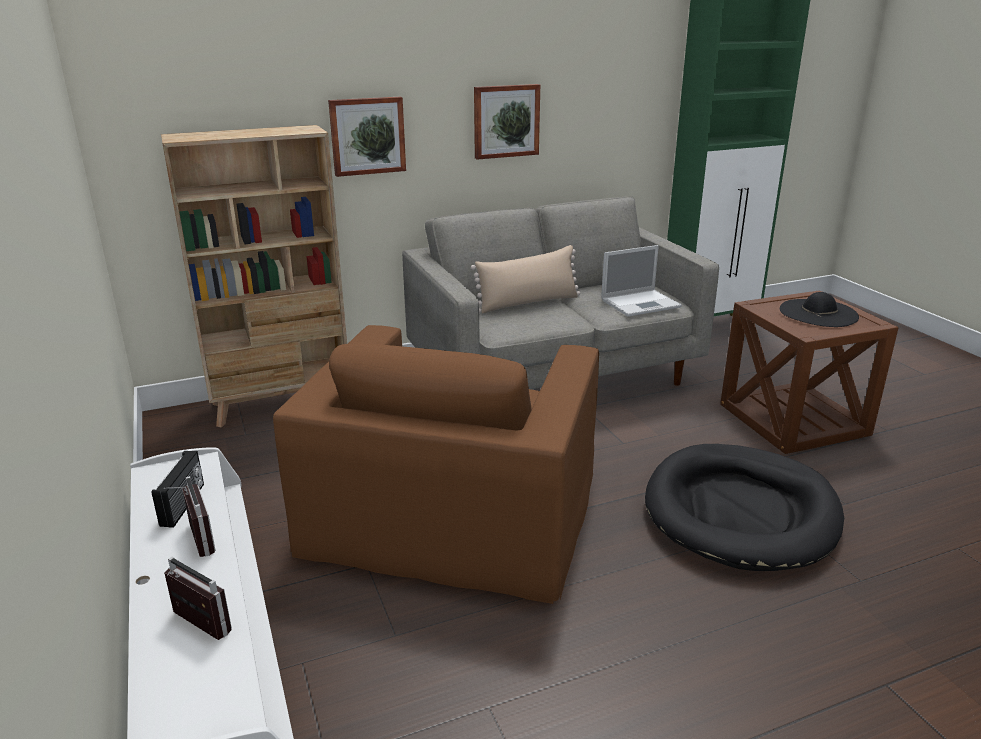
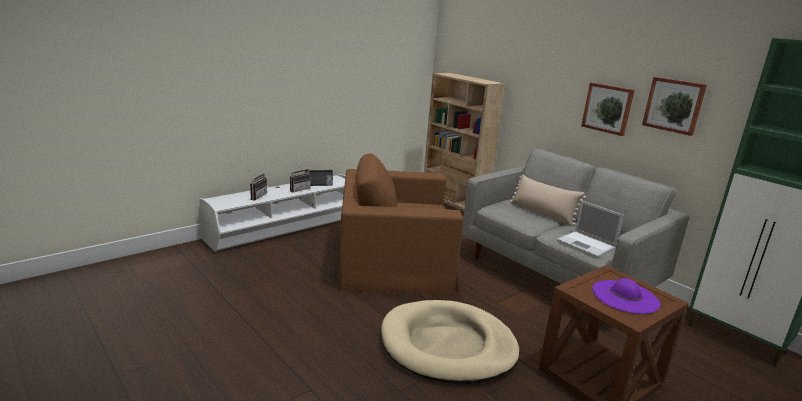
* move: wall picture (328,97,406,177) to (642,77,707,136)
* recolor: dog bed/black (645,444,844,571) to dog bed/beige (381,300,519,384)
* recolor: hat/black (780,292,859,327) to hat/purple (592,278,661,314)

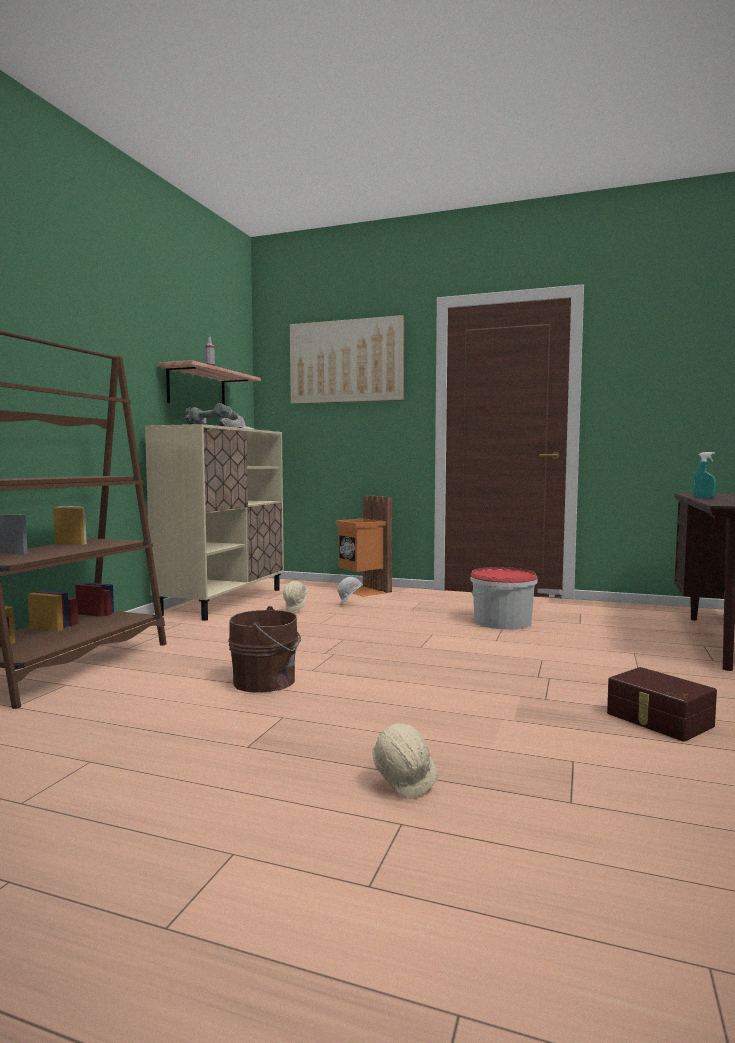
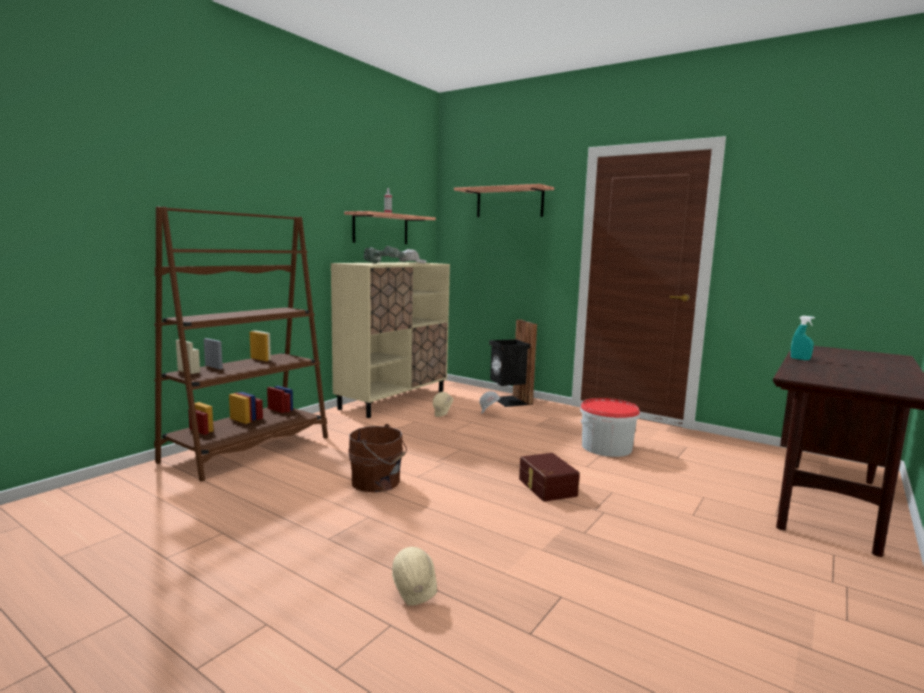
* replace: wall picture (290,315,404,404) to bracket shelf (454,184,554,217)
* recolor: rubbish bin/orange (336,495,392,597) to rubbish bin/black (489,319,537,407)
* move: storage bin/brown-coloured (607,667,717,742) to (519,453,580,502)

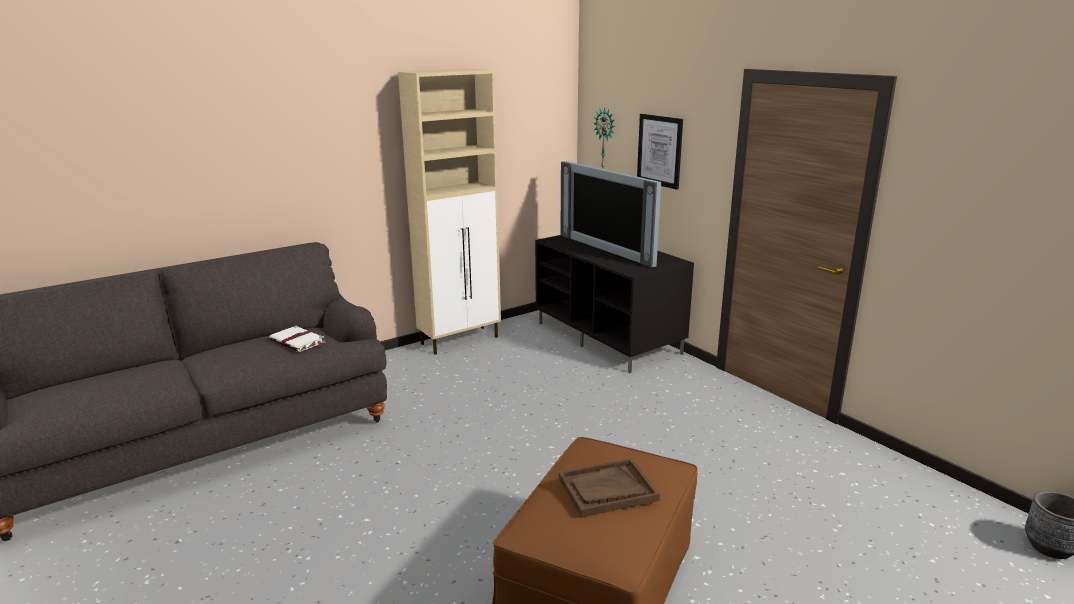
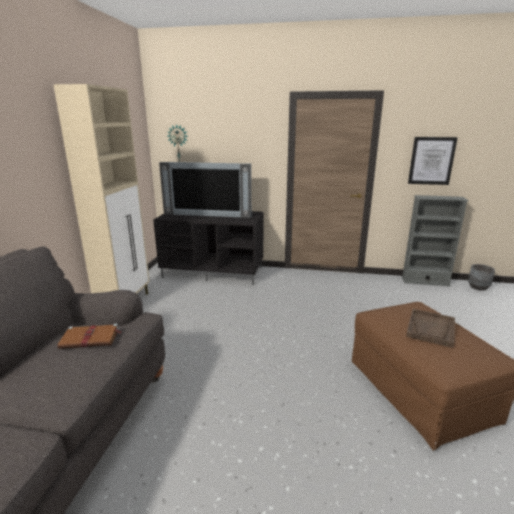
* recolor: volume/whitish (269,325,326,352) to volume/brown-coloured (57,324,122,349)
* move: wall picture (637,114,683,190) to (408,137,458,185)
* insert: bookshelf/grey (402,195,469,286)

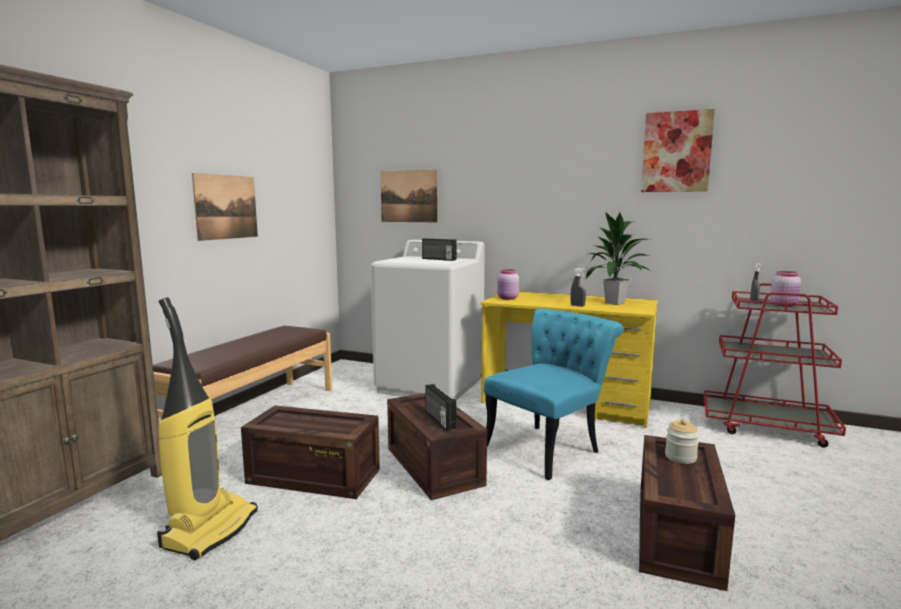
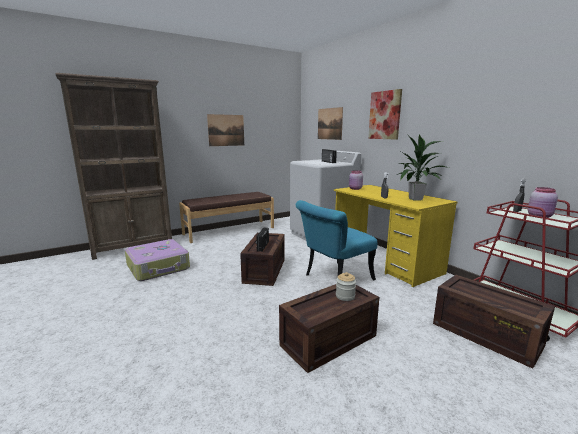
* replace: hoover (157,297,258,560) to suitcase (125,239,190,281)
* move: crate (241,406,380,499) to (433,275,555,369)
* rotate: upright chair/turquoise-coloured (484,308,624,480) = (296,200,377,280) 150 degrees clockwise
* move: wall picture (641,109,715,192) to (368,89,402,140)

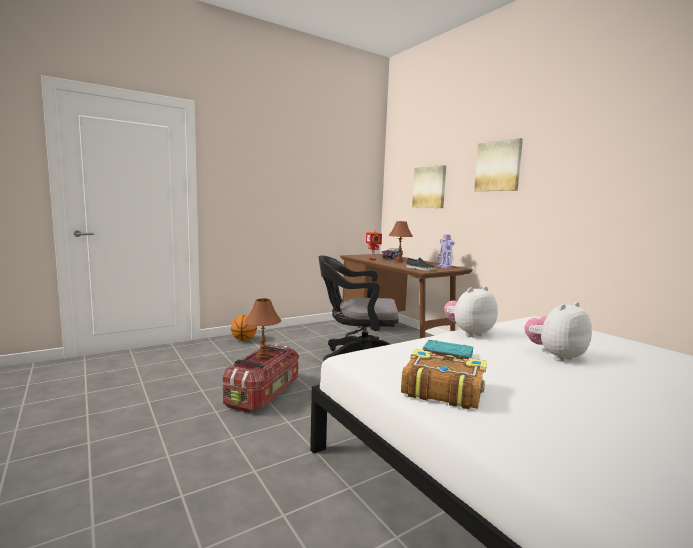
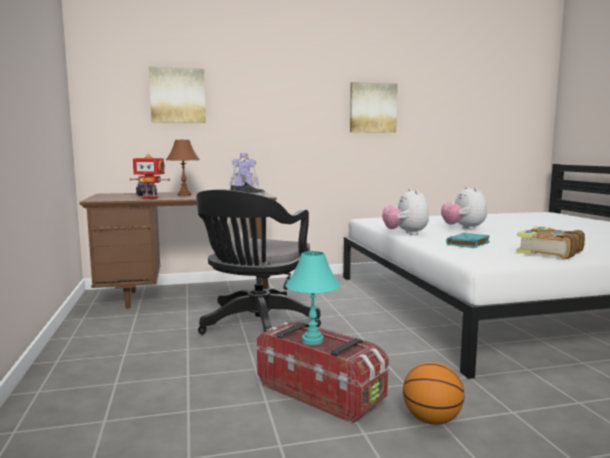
* move: basketball (231,315,257,341) to (403,362,464,425)
* recolor: tabletop lamp/brown-coloured (245,298,281,360) to tabletop lamp/turquoise-coloured (285,251,340,345)
* move: wall picture (474,138,523,191) to (350,82,398,133)

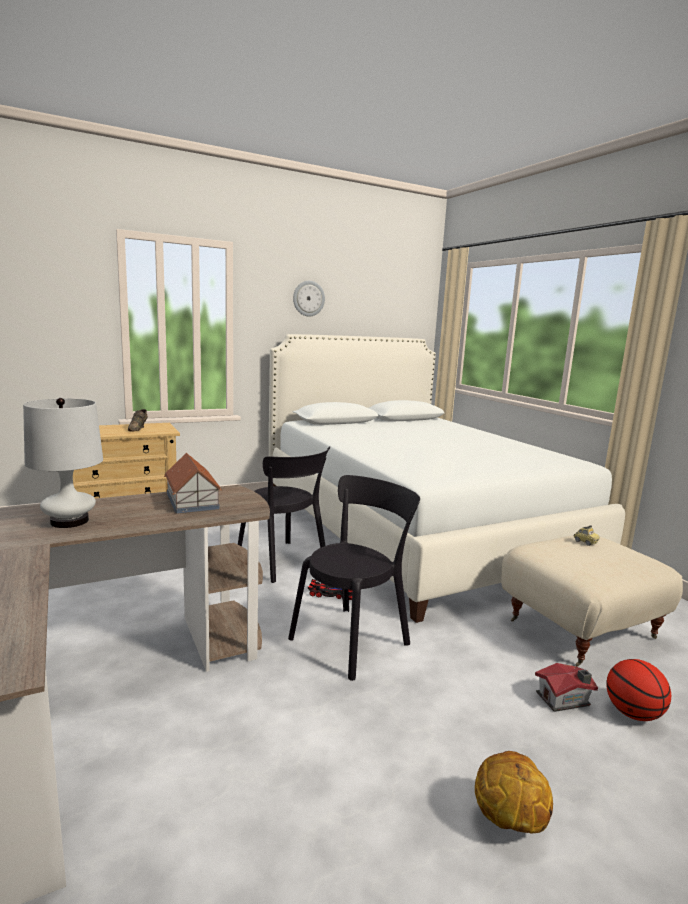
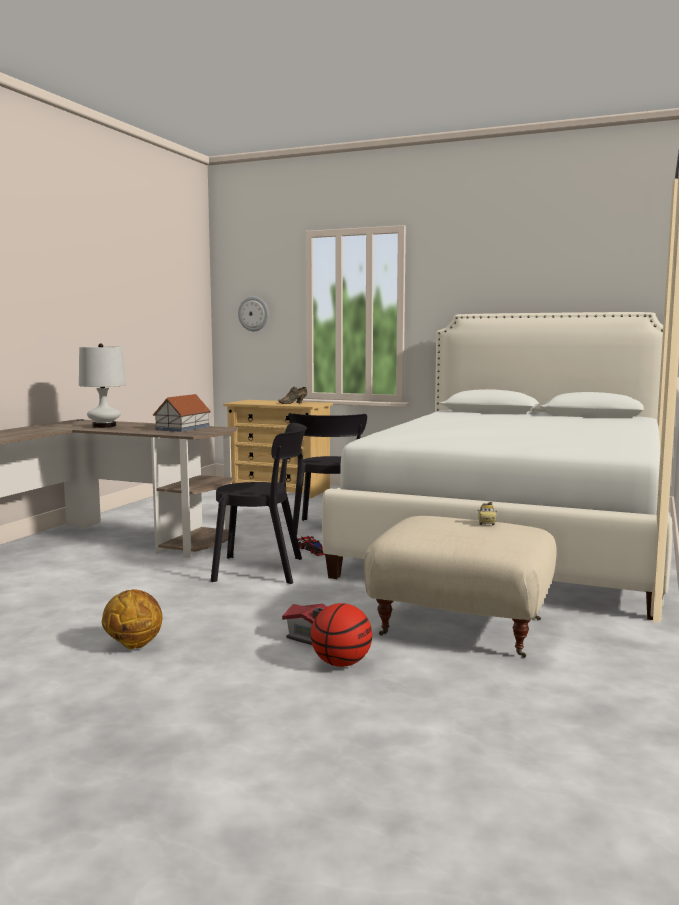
* move: wall clock (293,281,325,317) to (238,296,269,331)

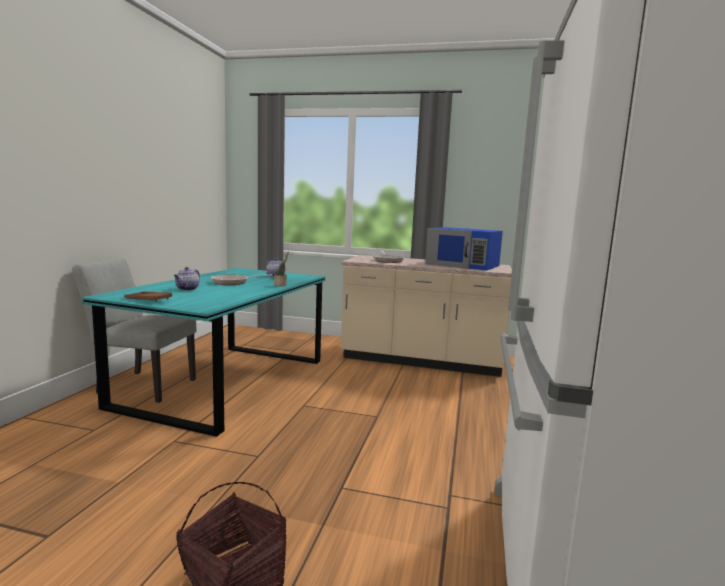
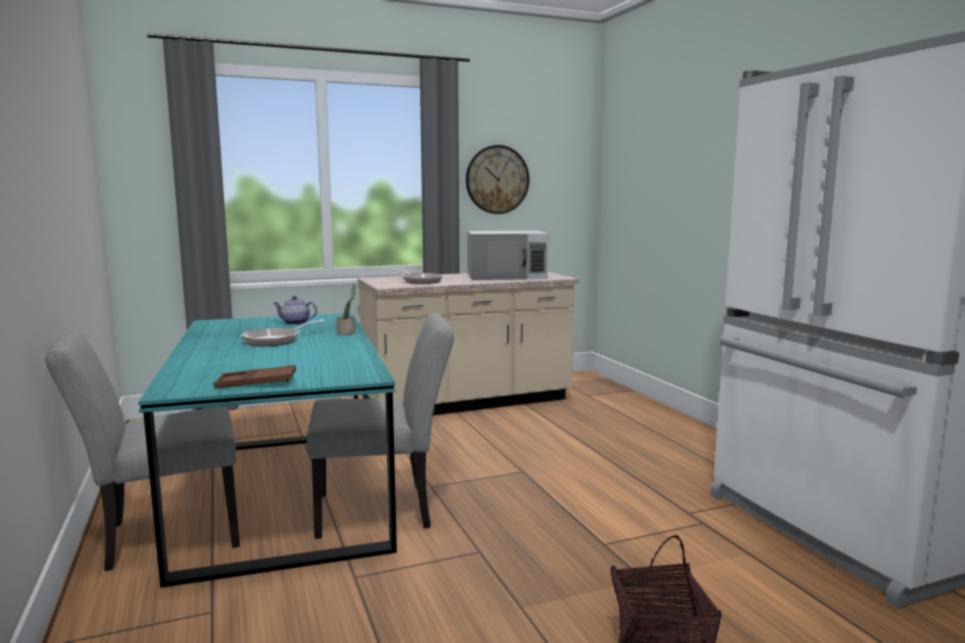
* delete: teapot (174,267,200,291)
* recolor: microwave oven/bluish (425,227,503,271) to microwave oven/whitish (467,231,549,280)
* insert: upright chair/grey (307,312,454,539)
* insert: wall clock (466,145,529,214)

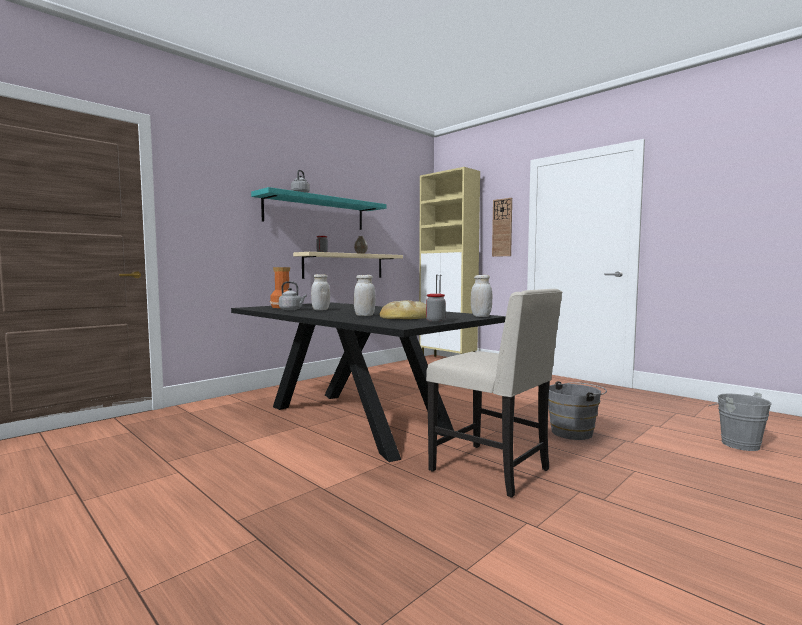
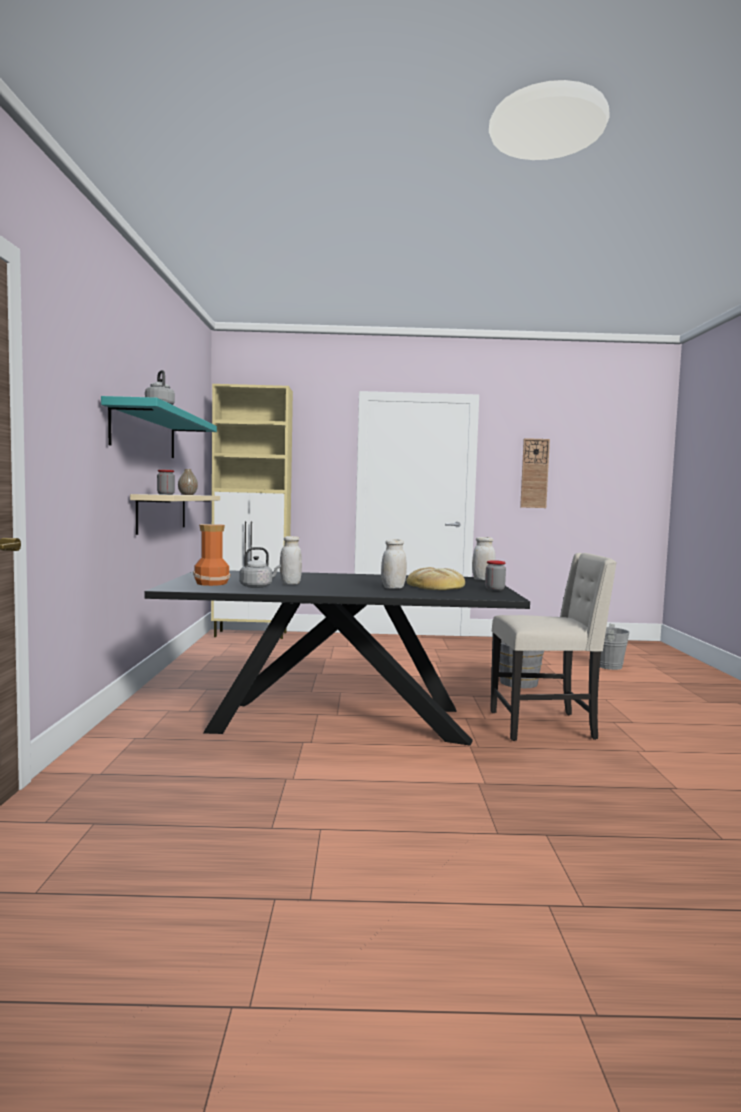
* move: wall clock (492,198,512,257) to (520,438,550,508)

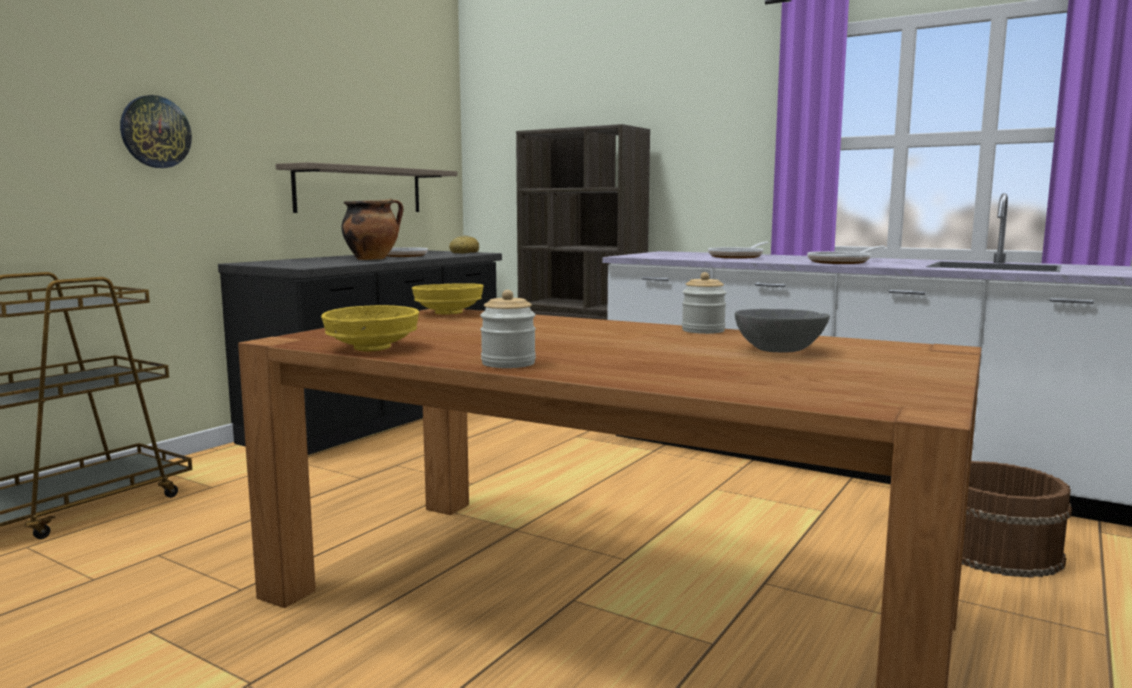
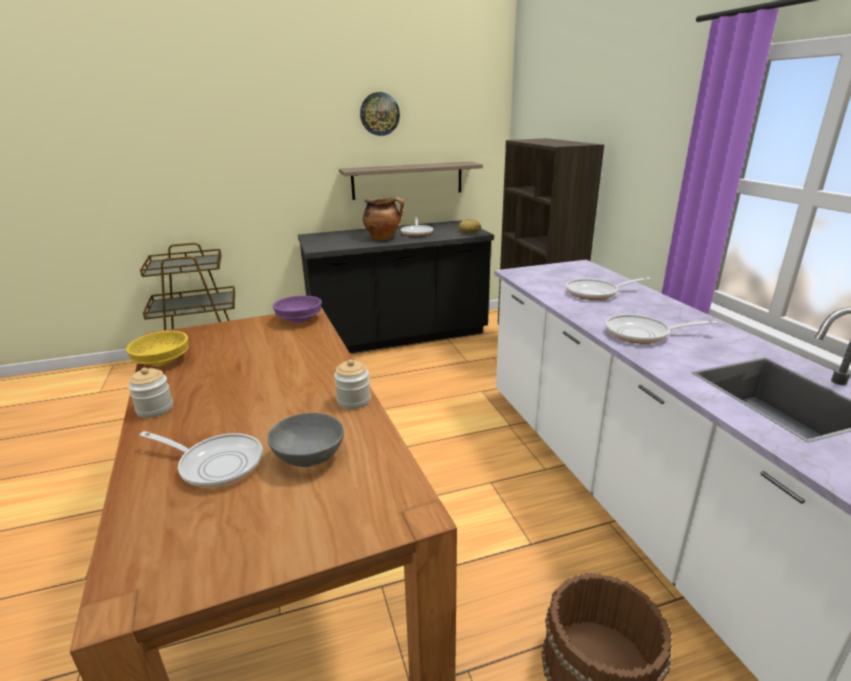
* move: wall clock (120,95,192,168) to (360,92,400,136)
* recolor: bowl/yellowish (412,283,484,314) to bowl/purple (273,296,322,323)
* insert: pan (140,431,263,488)

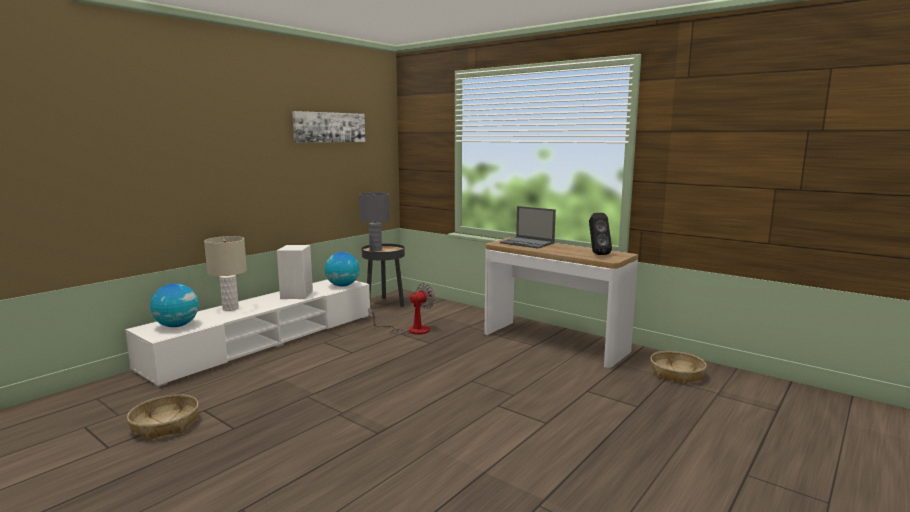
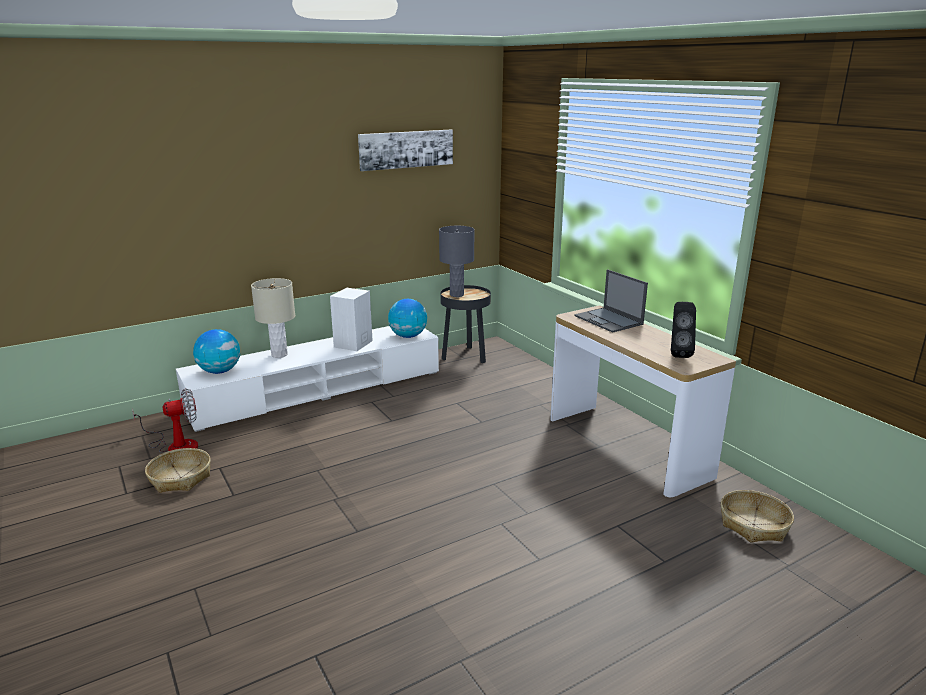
* move: fan (368,283,435,335) to (132,388,198,452)

